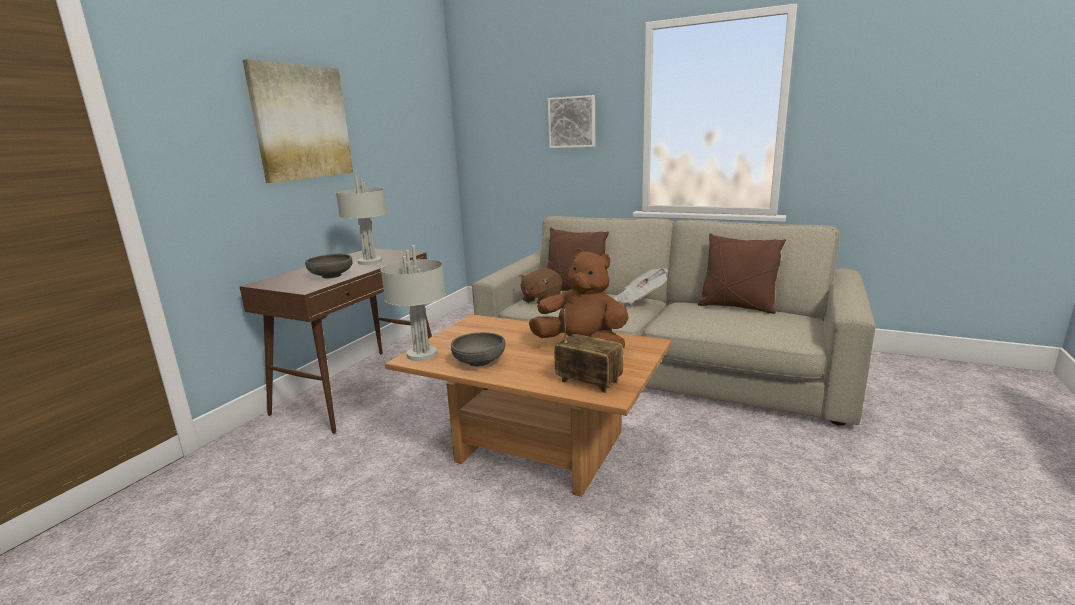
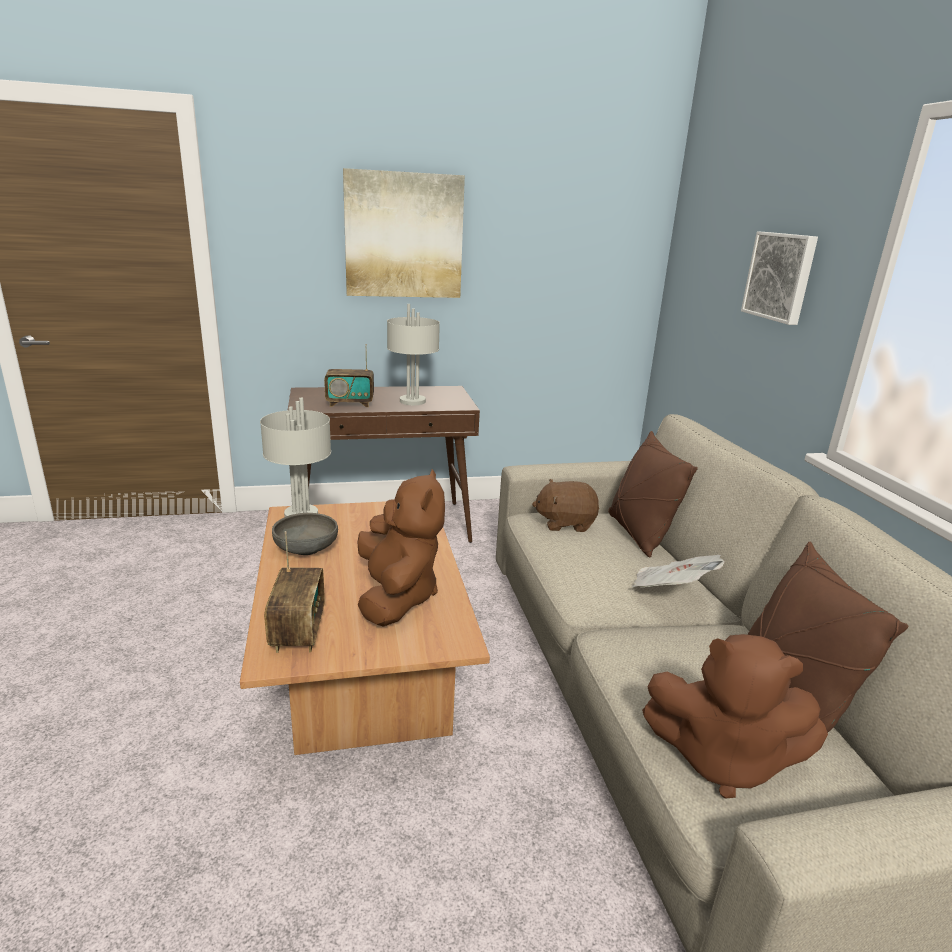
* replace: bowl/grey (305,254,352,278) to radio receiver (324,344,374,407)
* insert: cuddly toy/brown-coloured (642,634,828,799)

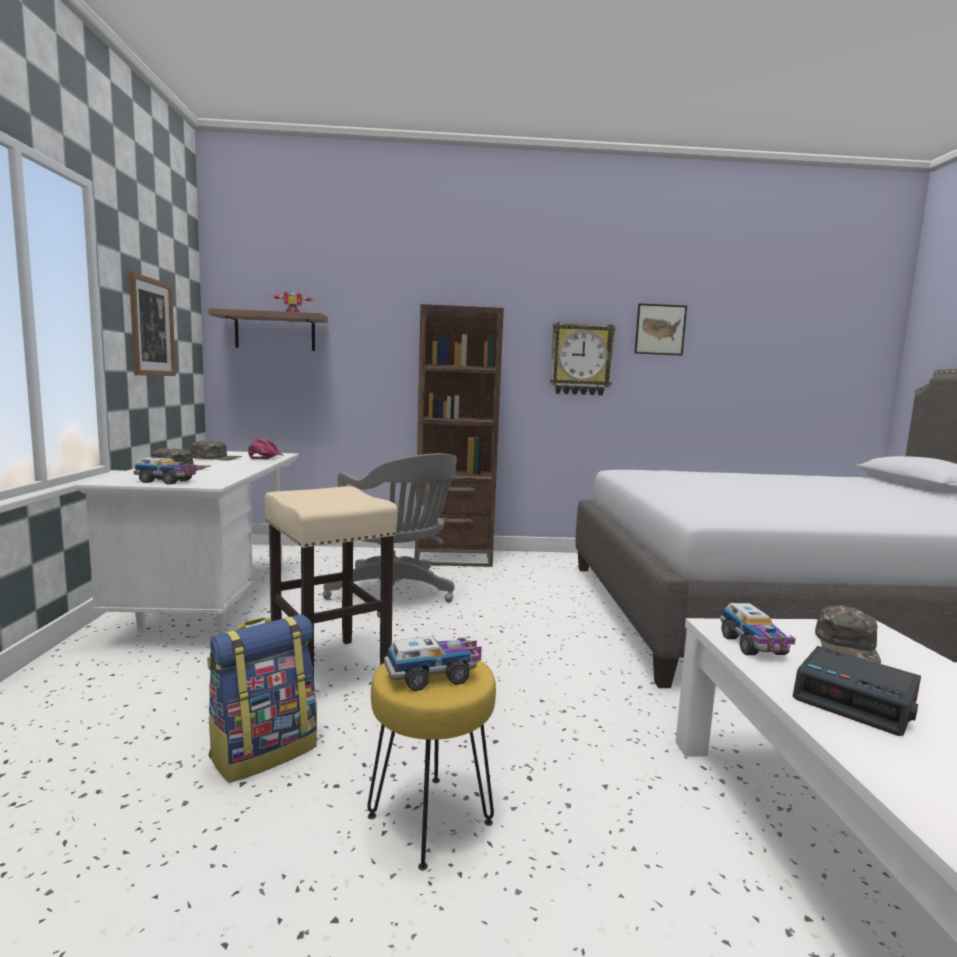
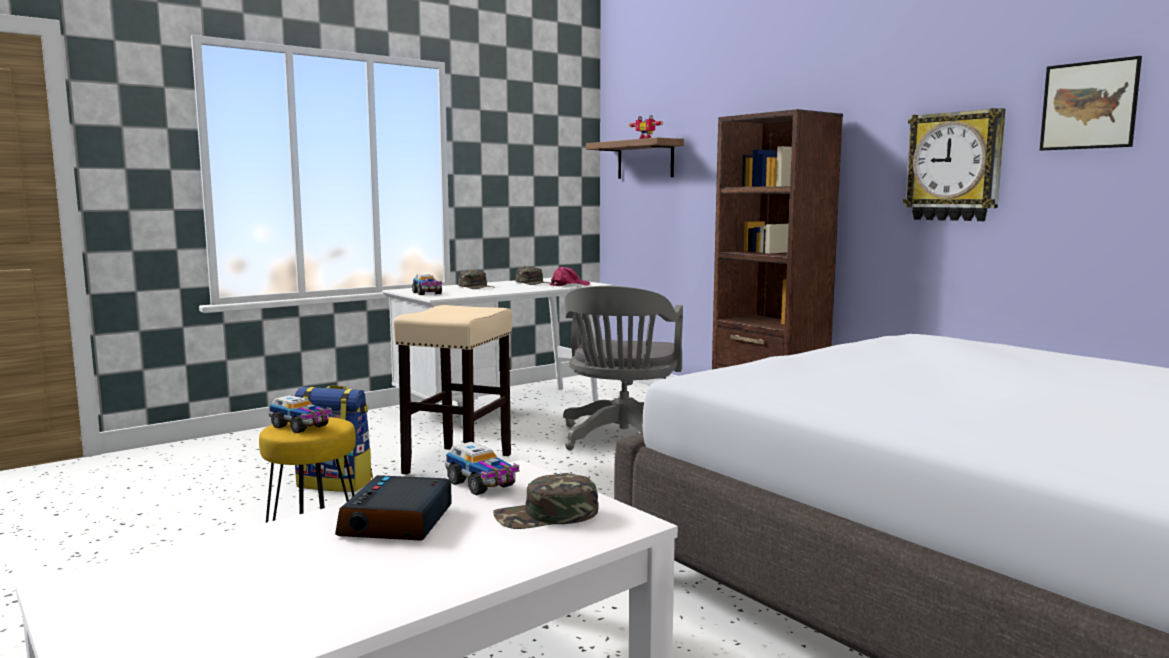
* delete: wall picture (129,271,176,376)
* rotate: model truck (721,603,796,655) = (445,442,519,495) 90 degrees counterclockwise

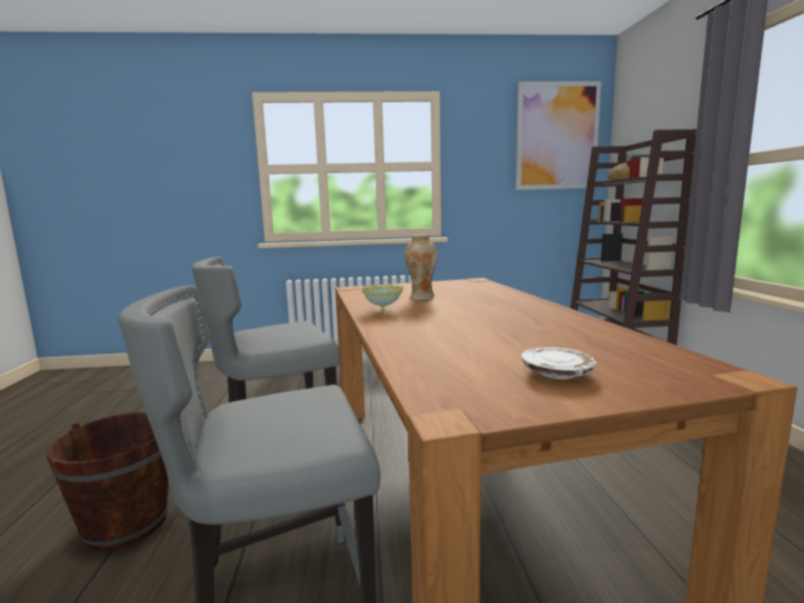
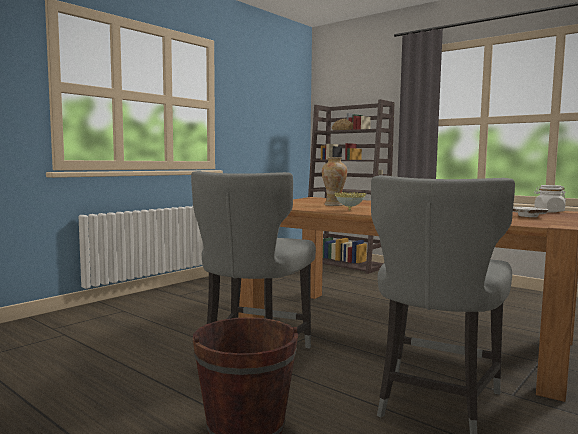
* delete: wall picture (516,81,601,190)
* insert: storage jar/whitish (534,185,566,213)

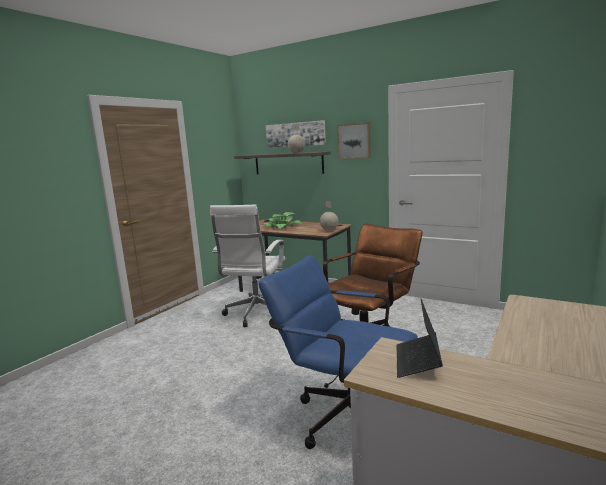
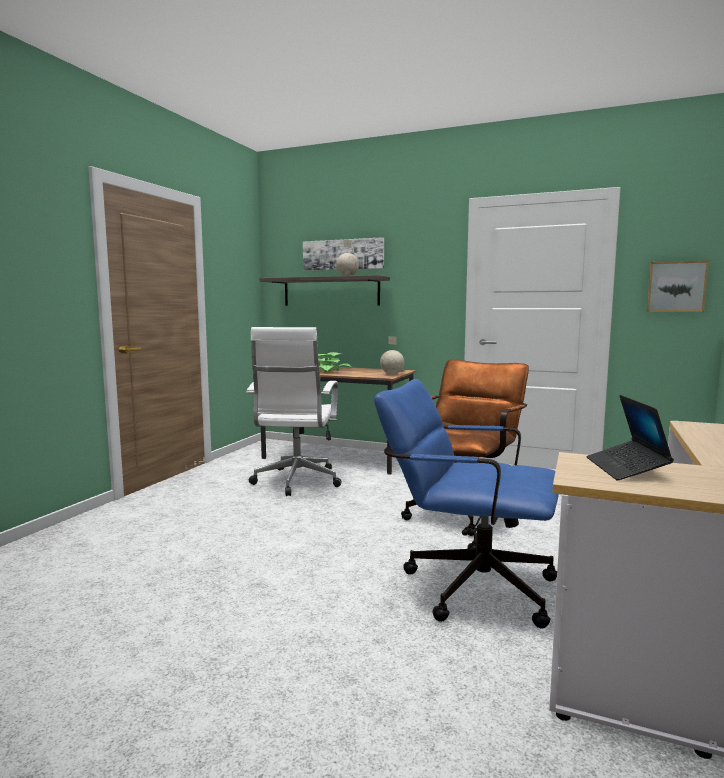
* move: wall picture (337,122,371,159) to (647,260,709,312)

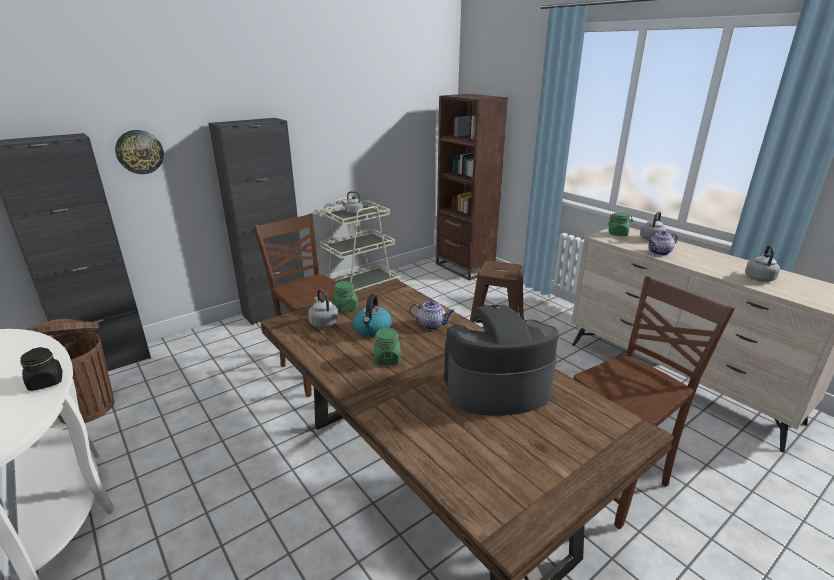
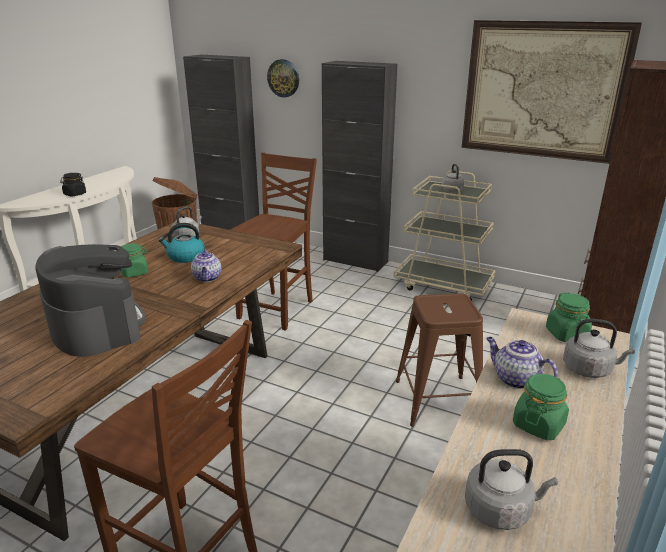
* move: storage jar/green (332,281,358,312) to (513,374,569,440)
* insert: wall picture (461,20,642,164)

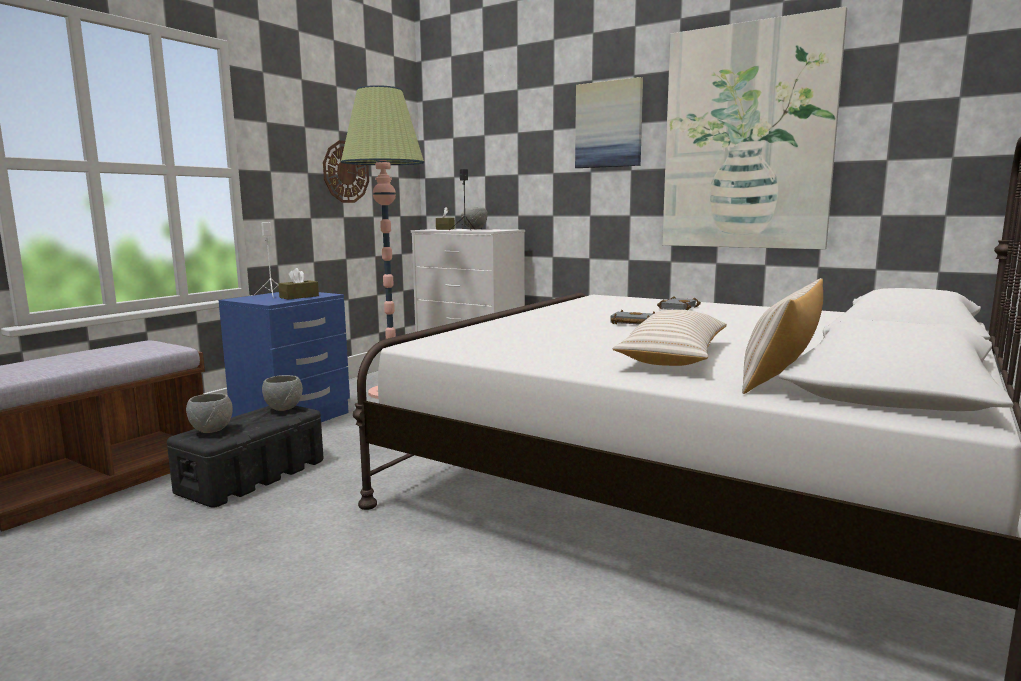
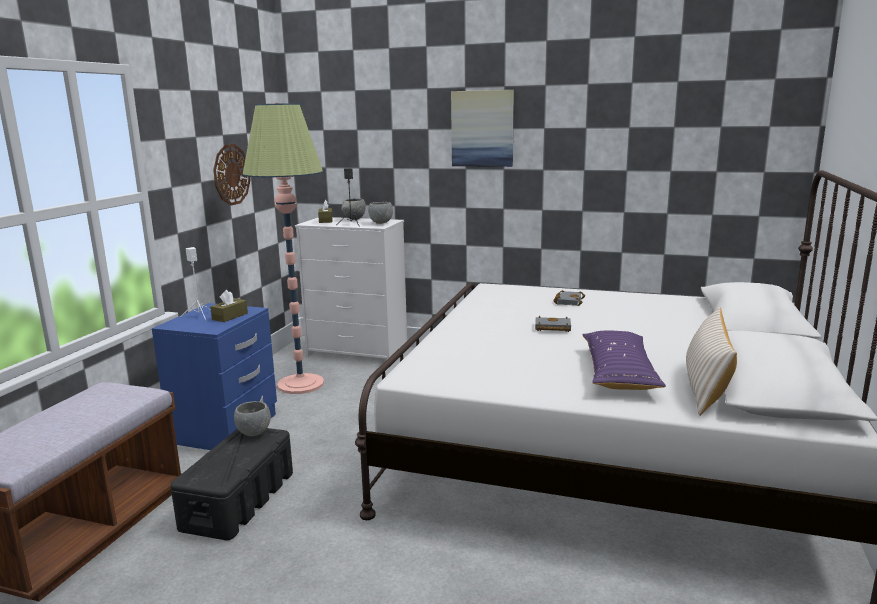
* move: bowl/grey (186,393,233,433) to (368,202,393,224)
* recolor: pillow/beige (613,310,727,366) to pillow/purple (582,331,666,390)
* delete: wall picture (662,7,847,250)

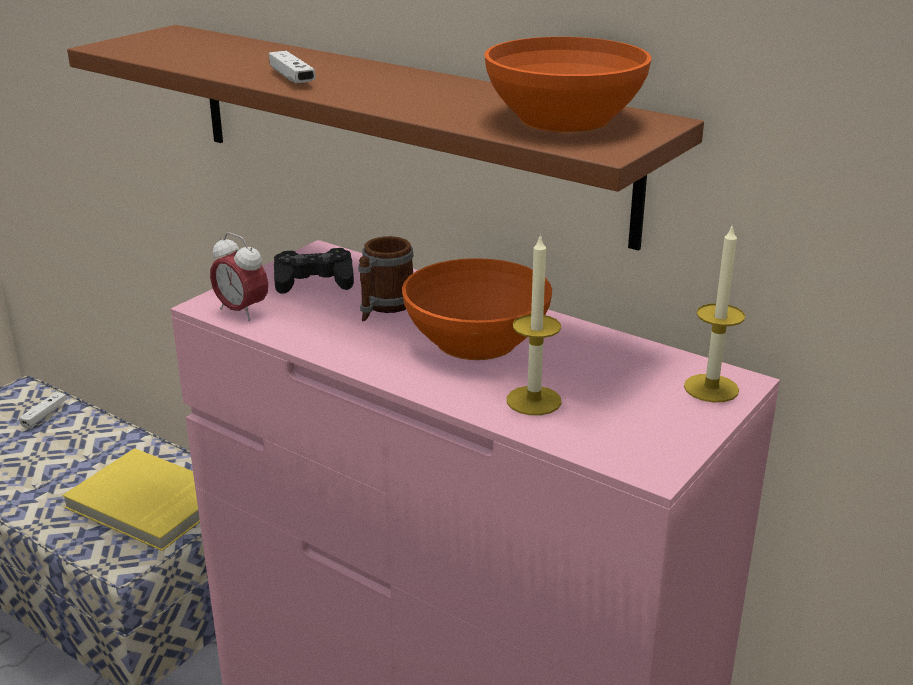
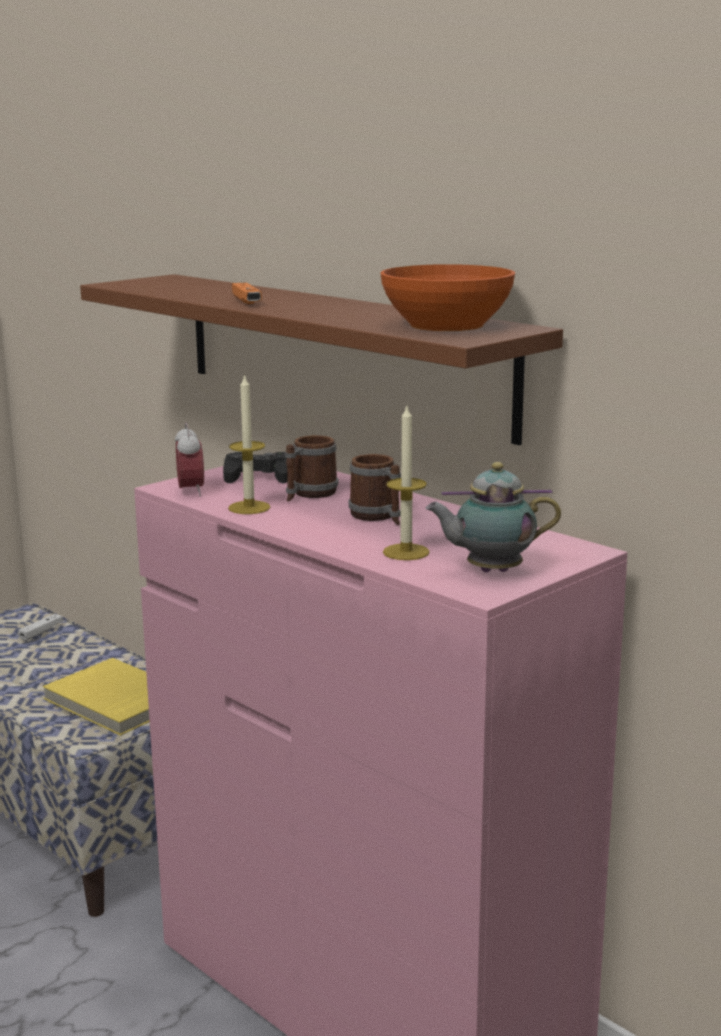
* rotate: alarm clock (210,232,268,321) = (175,422,204,496) 150 degrees counterclockwise
* recolor: game controller/whitish (269,51,316,84) to game controller/orange (232,282,262,304)
* replace: bowl/orange (402,258,552,360) to tea mug (349,454,401,525)
* move: wax candle (684,224,745,402) to (228,374,270,514)
* insert: teapot (425,462,561,572)

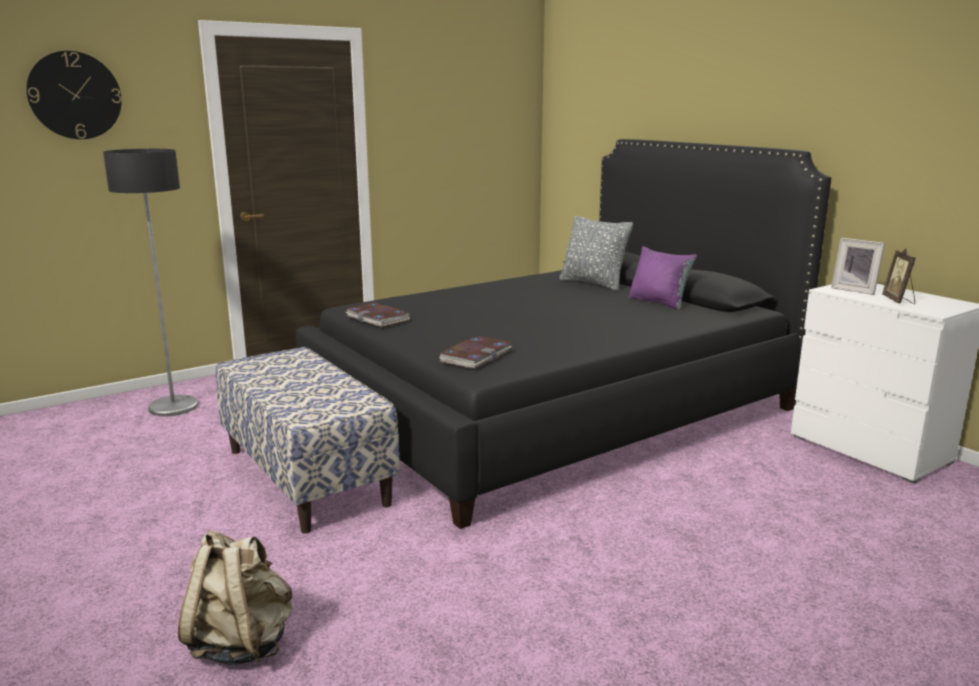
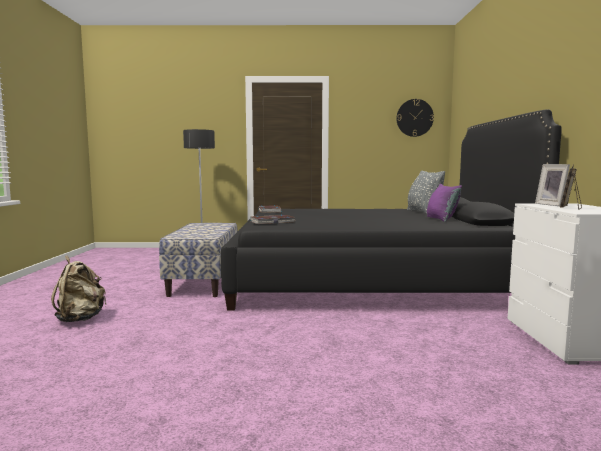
* move: wall clock (26,51,122,139) to (396,99,434,137)

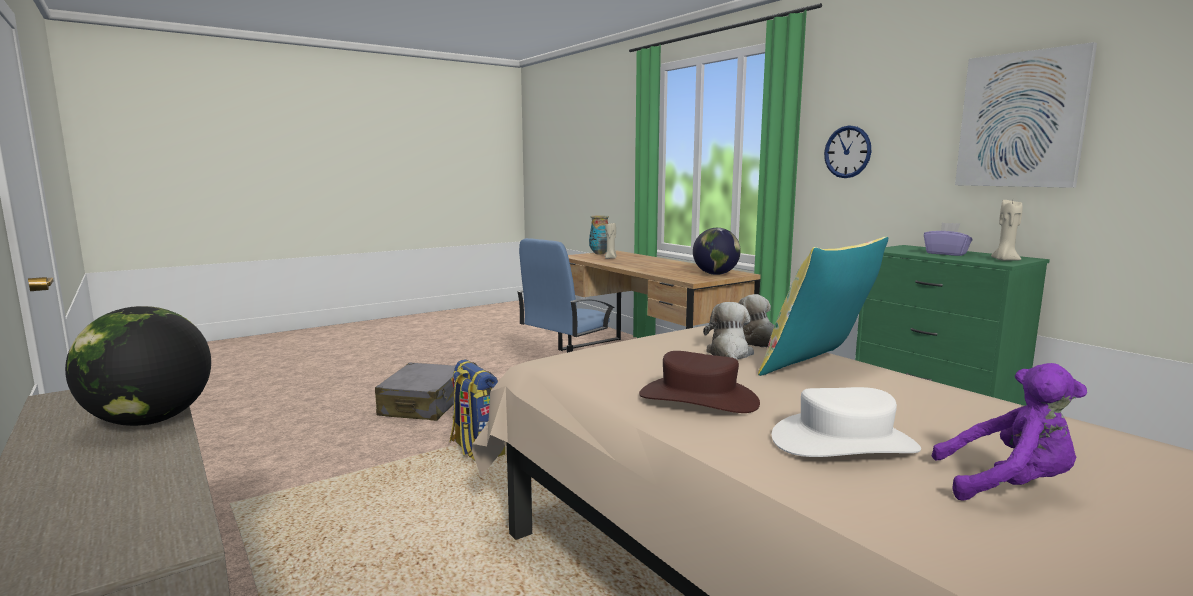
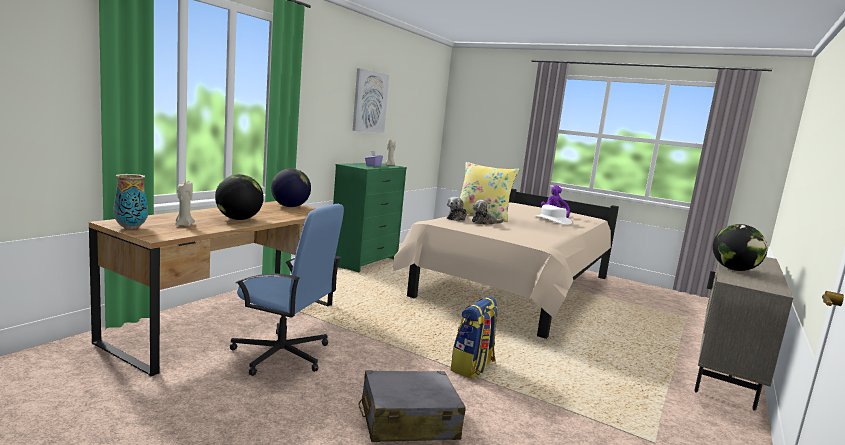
* delete: hat/brown-coloured (639,351,760,413)
* delete: wall clock (824,125,872,178)
* insert: desk globe (215,174,264,220)

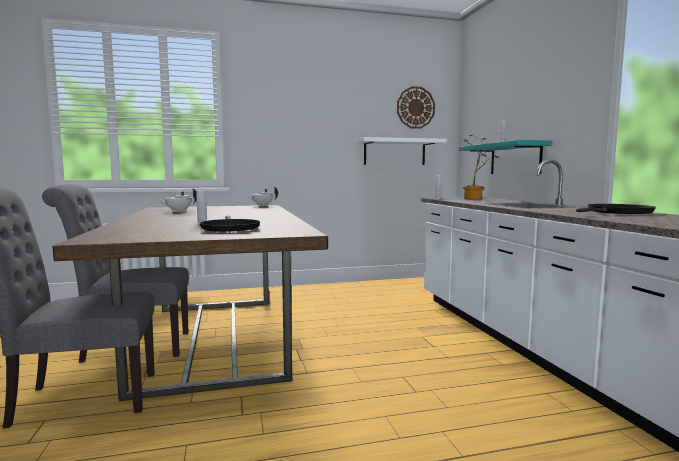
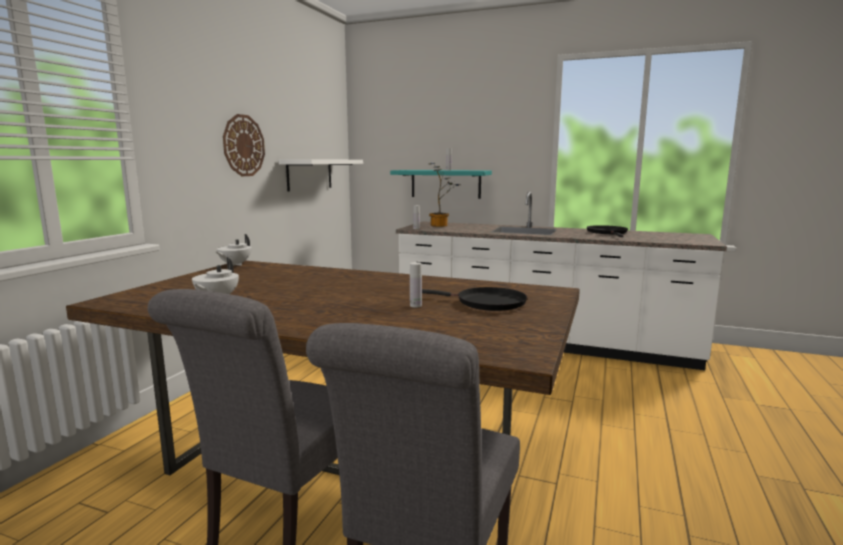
* move: wall clock (397,86,435,129) to (223,114,265,176)

